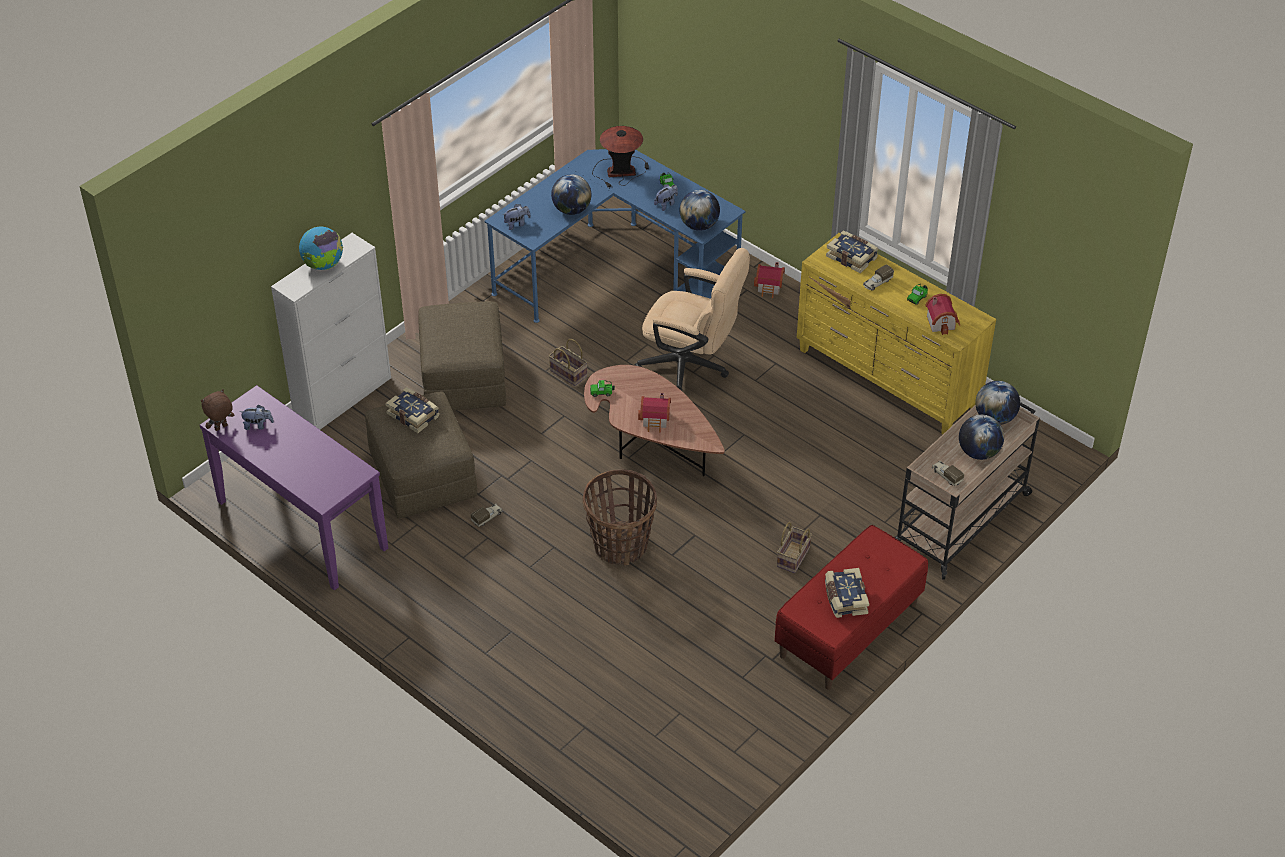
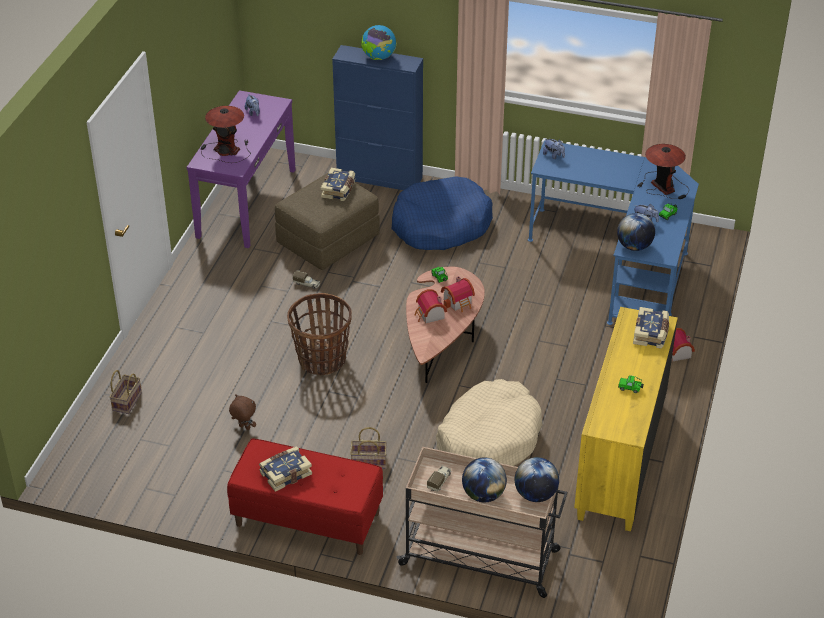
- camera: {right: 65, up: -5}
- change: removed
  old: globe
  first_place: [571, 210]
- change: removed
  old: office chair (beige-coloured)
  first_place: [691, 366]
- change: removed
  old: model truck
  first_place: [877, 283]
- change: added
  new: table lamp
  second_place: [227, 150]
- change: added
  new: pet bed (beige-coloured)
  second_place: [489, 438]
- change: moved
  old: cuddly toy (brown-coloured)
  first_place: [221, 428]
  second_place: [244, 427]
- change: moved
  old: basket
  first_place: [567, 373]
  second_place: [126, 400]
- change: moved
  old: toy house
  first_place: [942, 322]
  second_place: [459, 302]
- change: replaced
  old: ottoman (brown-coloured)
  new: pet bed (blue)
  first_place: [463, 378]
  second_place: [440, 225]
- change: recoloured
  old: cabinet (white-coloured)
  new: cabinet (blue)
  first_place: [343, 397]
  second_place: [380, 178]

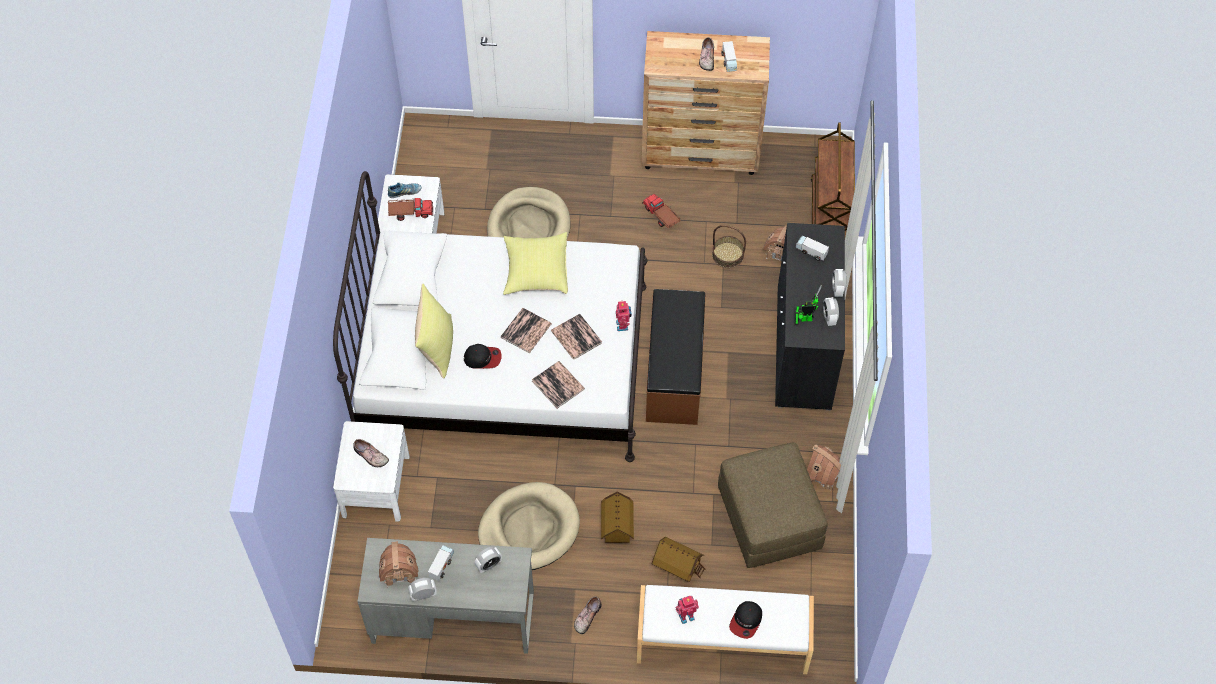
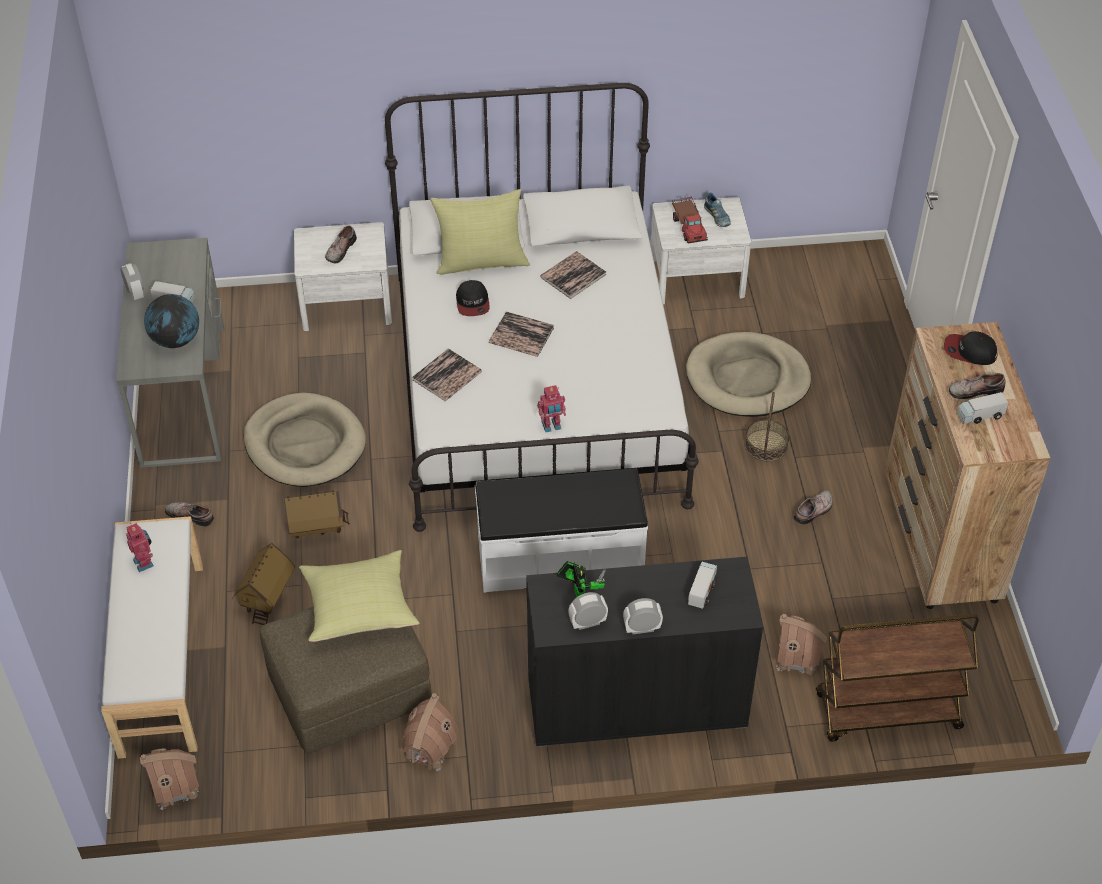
- camera: {right: 80, up: -10}
- change: moved
  old: toy house
  first_place: [399, 571]
  second_place: [175, 787]
- change: moved
  old: cushion (yellowish)
  first_place: [536, 271]
  second_place: [360, 608]
- change: moved
  old: book
  first_place: [576, 337]
  second_place: [573, 276]
- change: moved
  old: basket
  first_place: [727, 255]
  second_place: [766, 445]
- change: moved
  old: baseball cap
  first_place: [746, 621]
  second_place: [969, 351]
- change: replaced
  old: alarm clock
  new: globe
  first_place: [489, 565]
  second_place: [176, 340]
- change: replaced
  old: model truck
  new: low shoe
  first_place: [661, 215]
  second_place: [814, 511]
- change: recoloured
  old: bench (brown-coloured)
  new: bench (white-coloured)
  first_place: [673, 373]
  second_place: [560, 556]

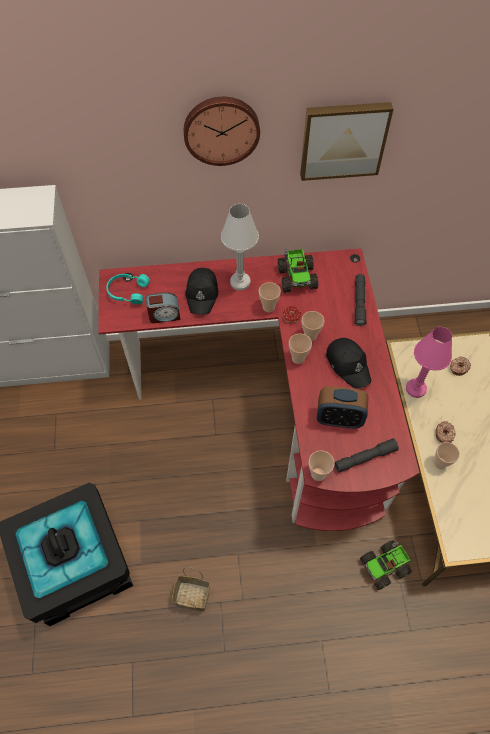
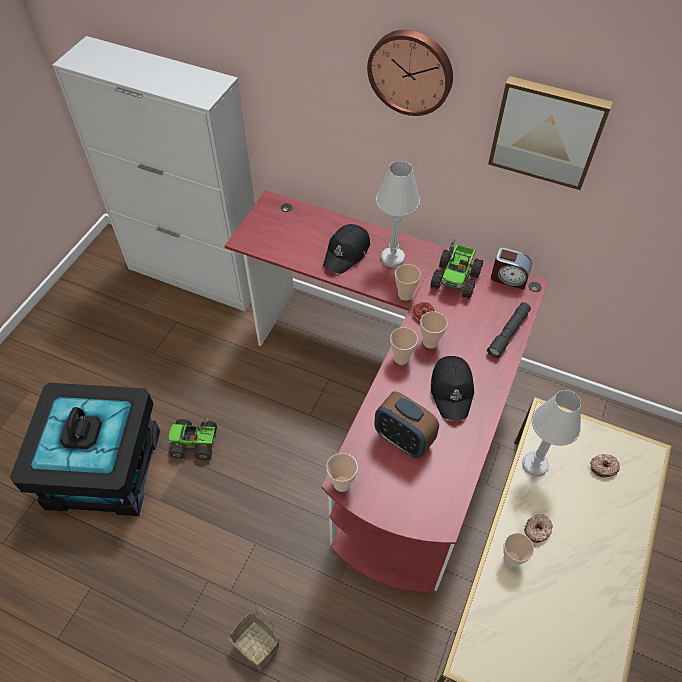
- camera: {right: 30, up: -5}
- change: removed
  old: pair of headphones (blue-green)
  first_place: [128, 291]
- change: removed
  old: torch (gray)
  first_place: [365, 458]
- change: moved
  old: alarm clock
  first_place: [164, 315]
  second_place: [508, 278]
- change: moved
  old: basket
  first_place: [191, 597]
  second_place: [255, 644]
- change: moved
  old: model truck
  first_place: [385, 566]
  second_place: [195, 443]
- change: recoloured
  old: table lamp (pinkish)
  new: table lamp (white-coloured)
  first_place: [415, 389]
  second_place: [535, 464]

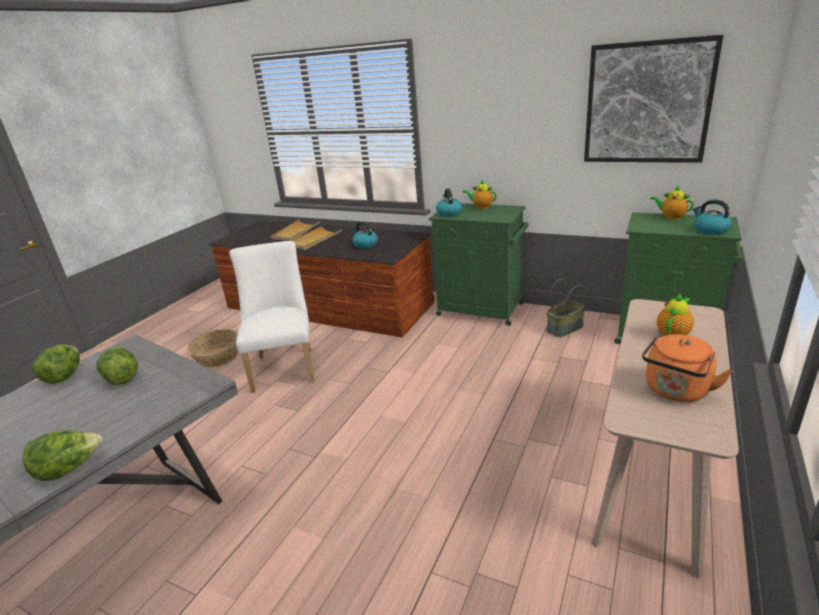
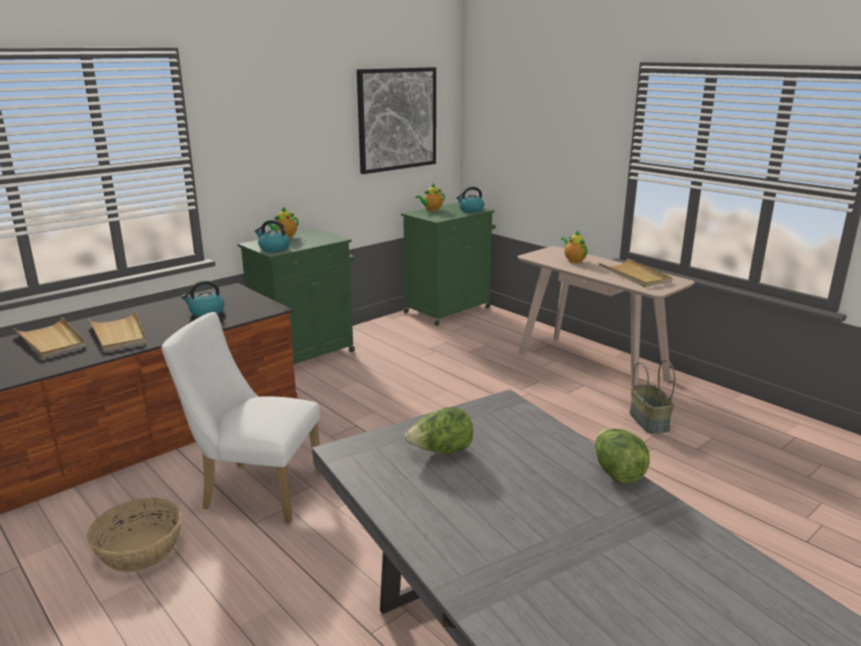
- camera: {right: -70, up: -5}
- change: removed
  old: head of lettuce
  first_place: [64, 376]
- change: moved
  old: basket
  first_place: [565, 329]
  second_place: [649, 421]
- change: replaced
  old: water kettle (orangey)
  new: tray (beige-coloured)
  first_place: [676, 391]
  second_place: [635, 275]

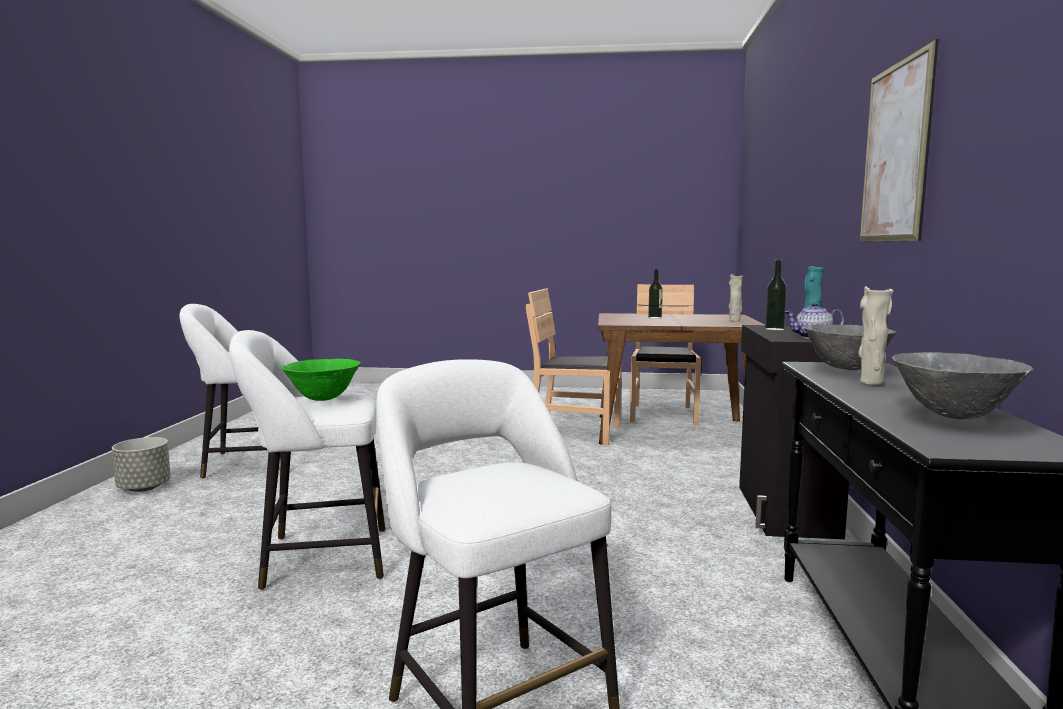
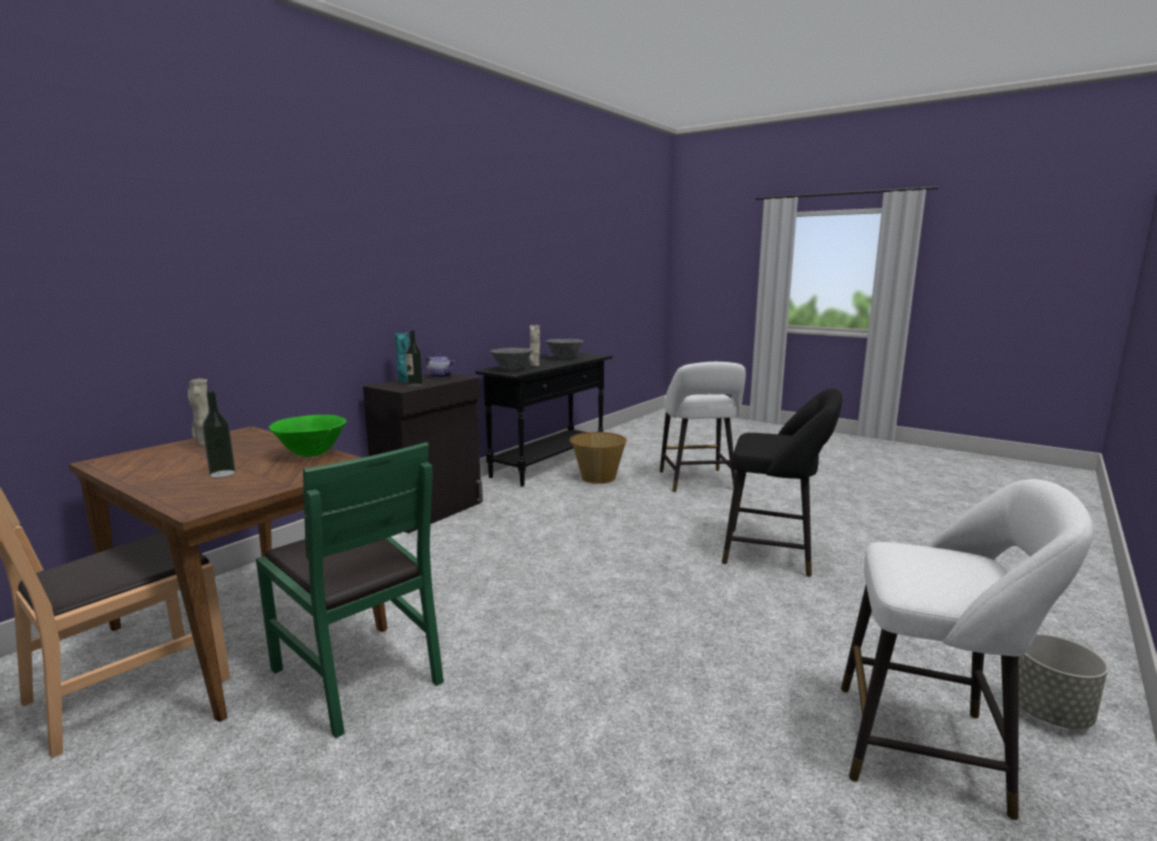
- camera: {right: -150, up: 5}
- change: removed
  old: wall art
  first_place: [895, 152]
- change: added
  new: basket
  second_place: [597, 477]
- change: moved
  old: bowl (greenish)
  first_place: [323, 399]
  second_place: [312, 454]
- change: recoloured
  old: stool seat (white-coloured)
  new: stool seat (black-coloured)
  first_place: [317, 558]
  second_place: [775, 553]
- change: recoloured
  old: chair (brown-coloured)
  new: chair (greenish)
  first_place: [575, 432]
  second_place: [358, 674]

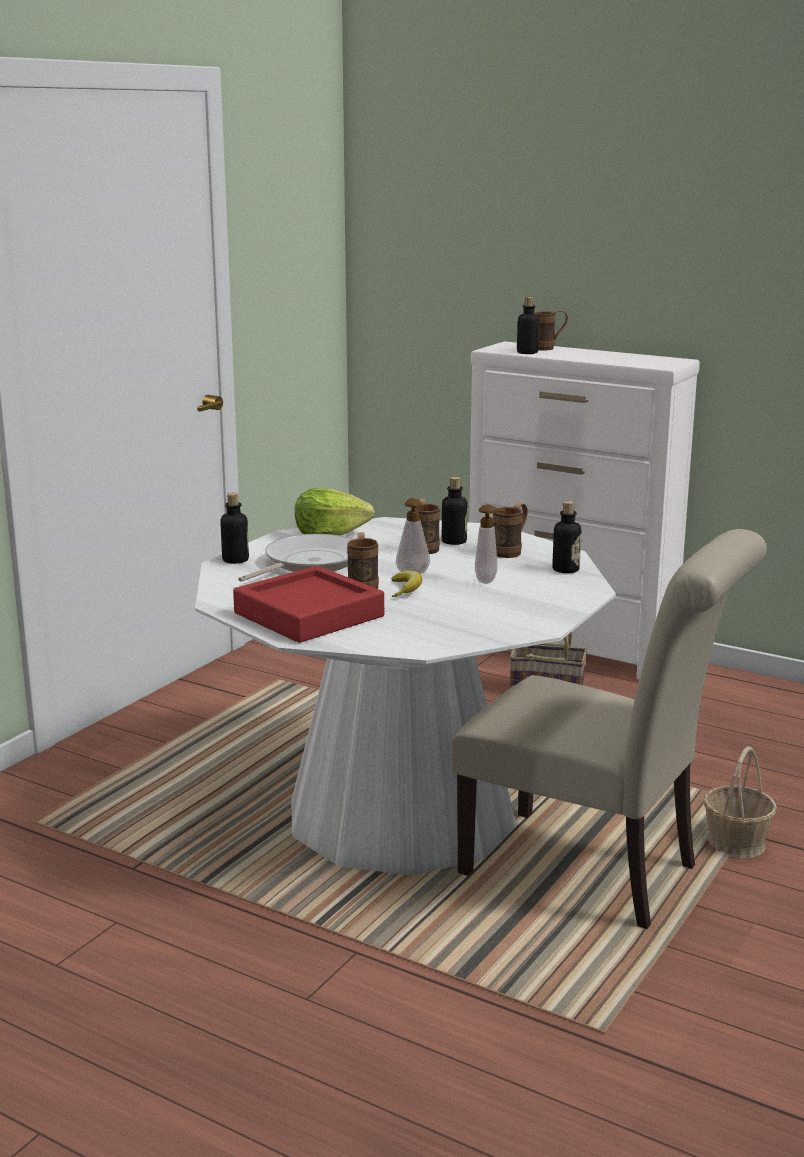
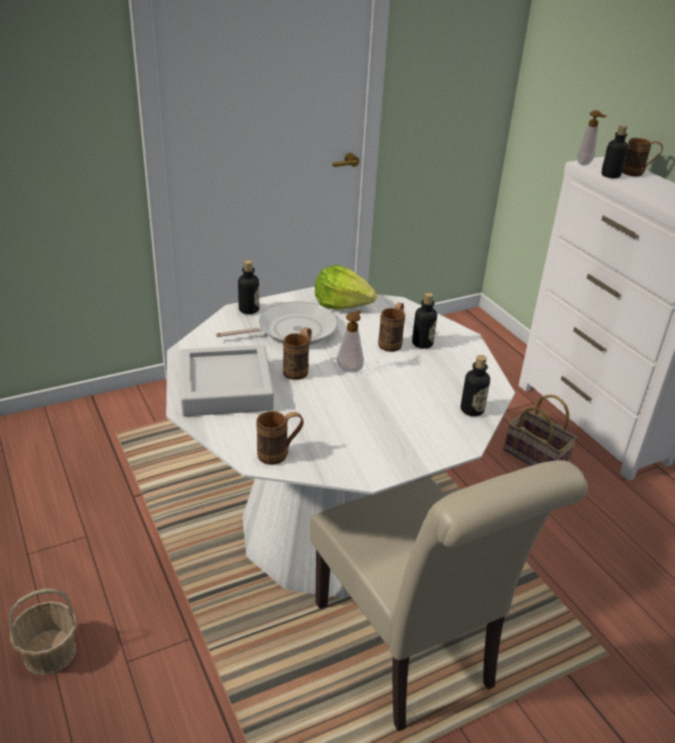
- camera: {right: 30, up: 15}
- change: removed
  old: whole banana
  first_place: [406, 589]
- change: moved
  old: soap bottle
  first_place: [488, 581]
  second_place: [585, 164]
- change: moved
  old: mug (brown-coloured)
  first_place: [511, 551]
  second_place: [279, 454]
- change: moved
  old: basket
  first_place: [735, 843]
  second_place: [49, 652]
- change: recoloured
  old: tray (reddish)
  new: tray (gray)
  first_place: [309, 615]
  second_place: [226, 388]

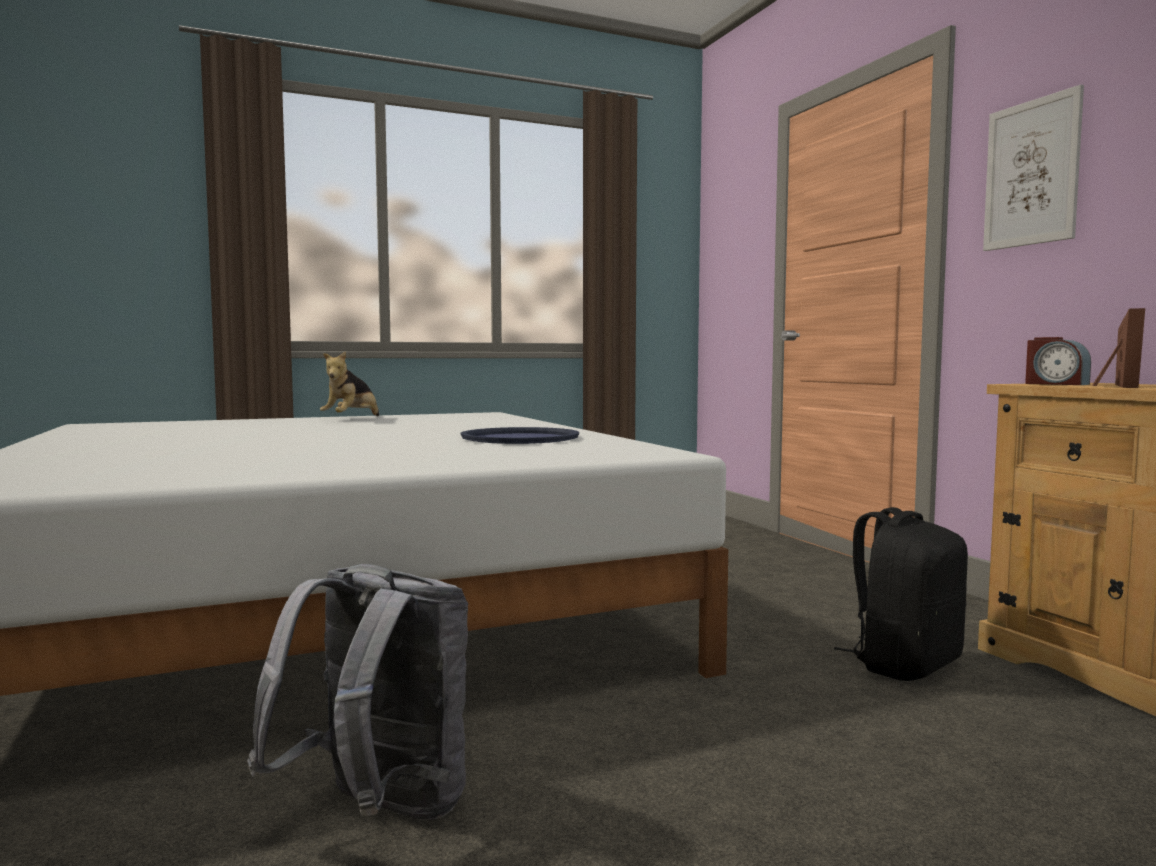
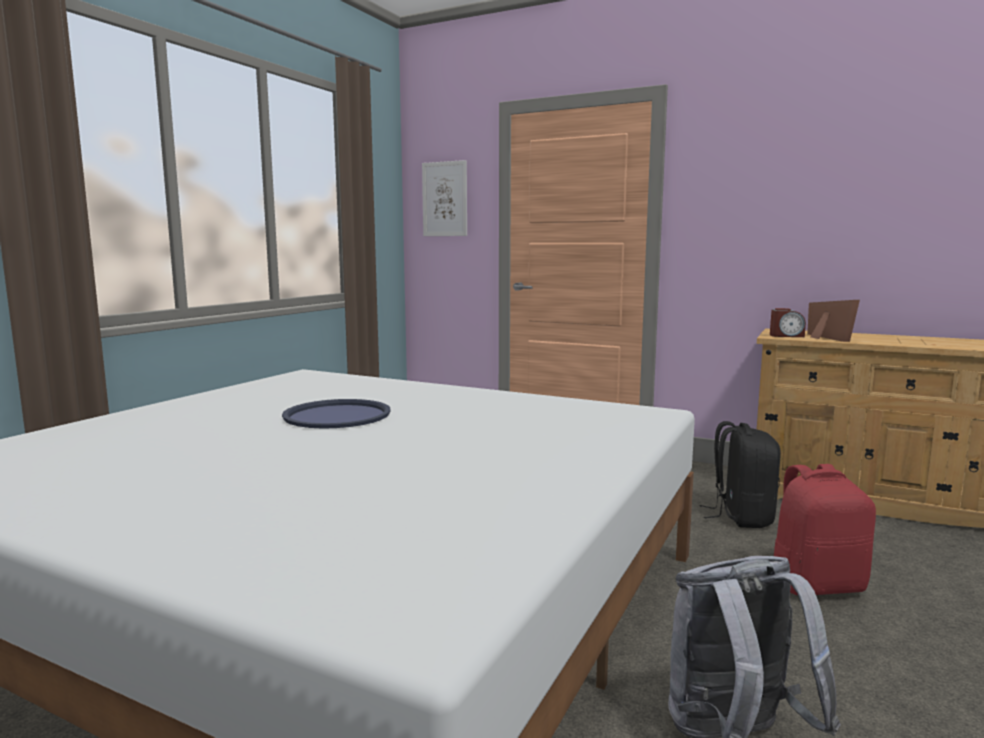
- camera: {right: -40, up: 5}
- change: removed
  old: cuddly toy
  first_place: [351, 419]
- change: added
  new: backpack (reddish)
  second_place: [816, 585]
- change: moved
  old: tray (blue)
  first_place: [520, 438]
  second_place: [337, 415]
- change: moved
  old: wall art
  first_place: [1031, 173]
  second_place: [445, 199]

